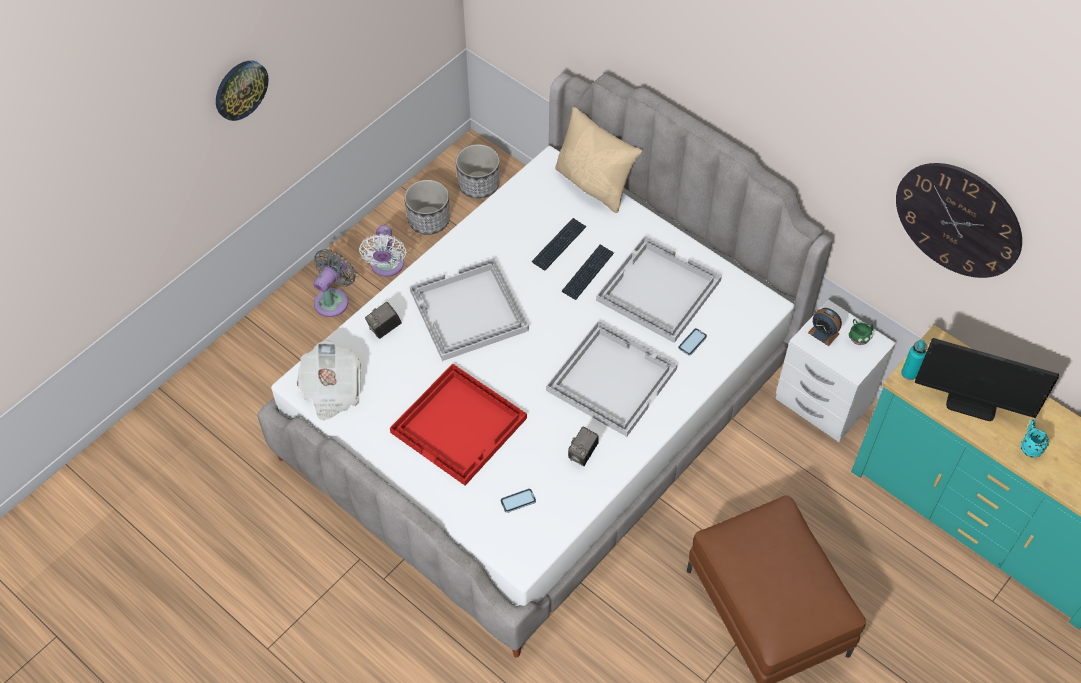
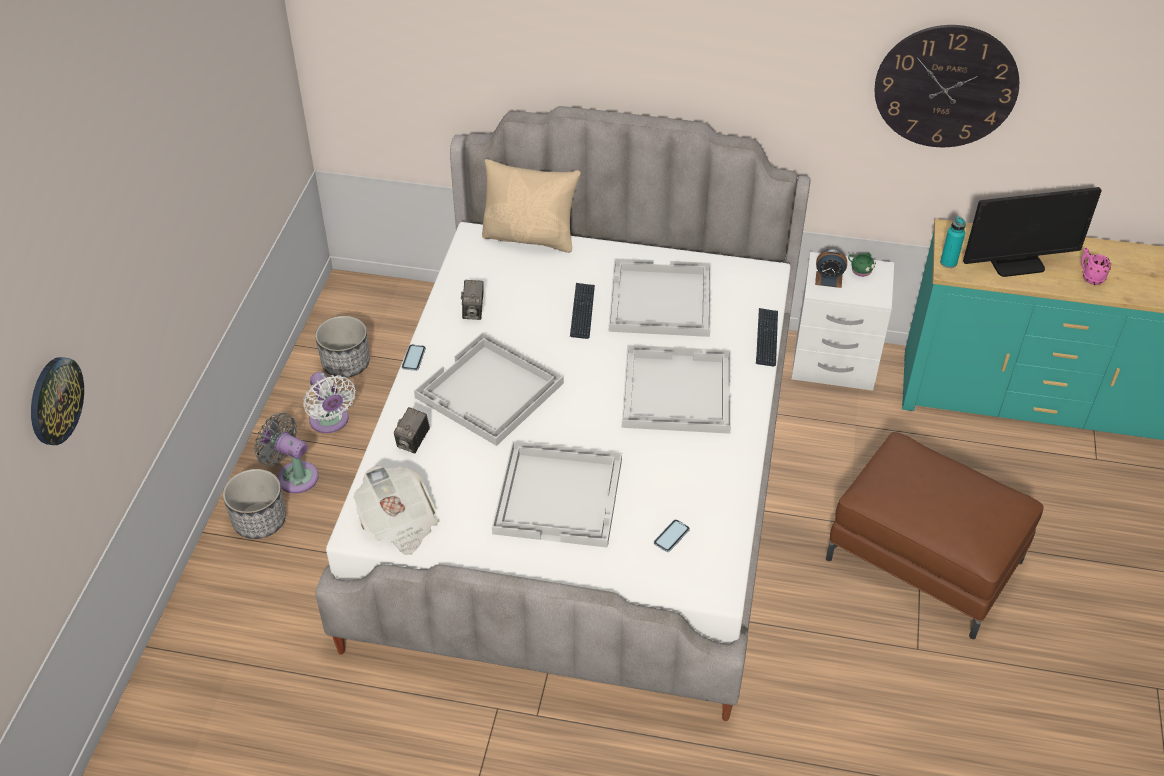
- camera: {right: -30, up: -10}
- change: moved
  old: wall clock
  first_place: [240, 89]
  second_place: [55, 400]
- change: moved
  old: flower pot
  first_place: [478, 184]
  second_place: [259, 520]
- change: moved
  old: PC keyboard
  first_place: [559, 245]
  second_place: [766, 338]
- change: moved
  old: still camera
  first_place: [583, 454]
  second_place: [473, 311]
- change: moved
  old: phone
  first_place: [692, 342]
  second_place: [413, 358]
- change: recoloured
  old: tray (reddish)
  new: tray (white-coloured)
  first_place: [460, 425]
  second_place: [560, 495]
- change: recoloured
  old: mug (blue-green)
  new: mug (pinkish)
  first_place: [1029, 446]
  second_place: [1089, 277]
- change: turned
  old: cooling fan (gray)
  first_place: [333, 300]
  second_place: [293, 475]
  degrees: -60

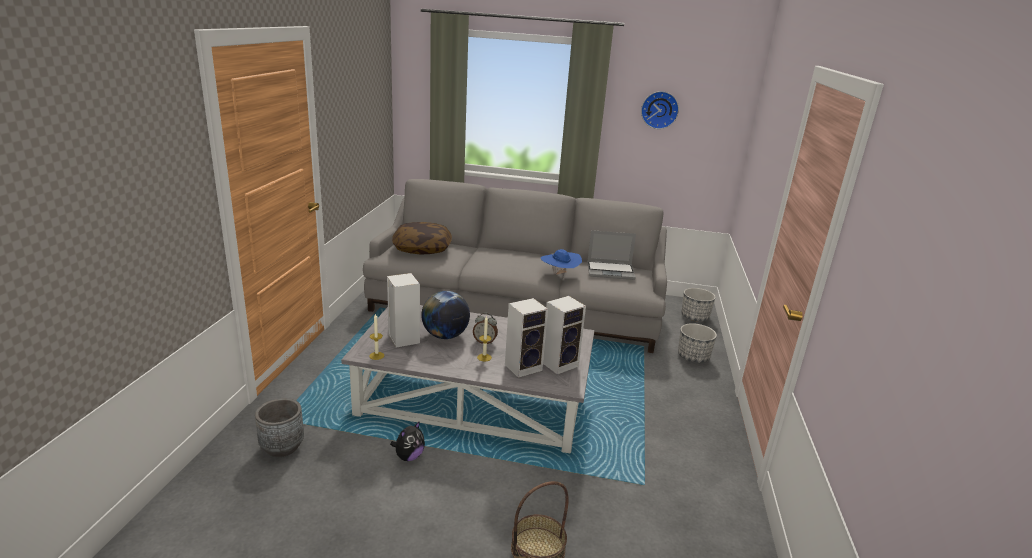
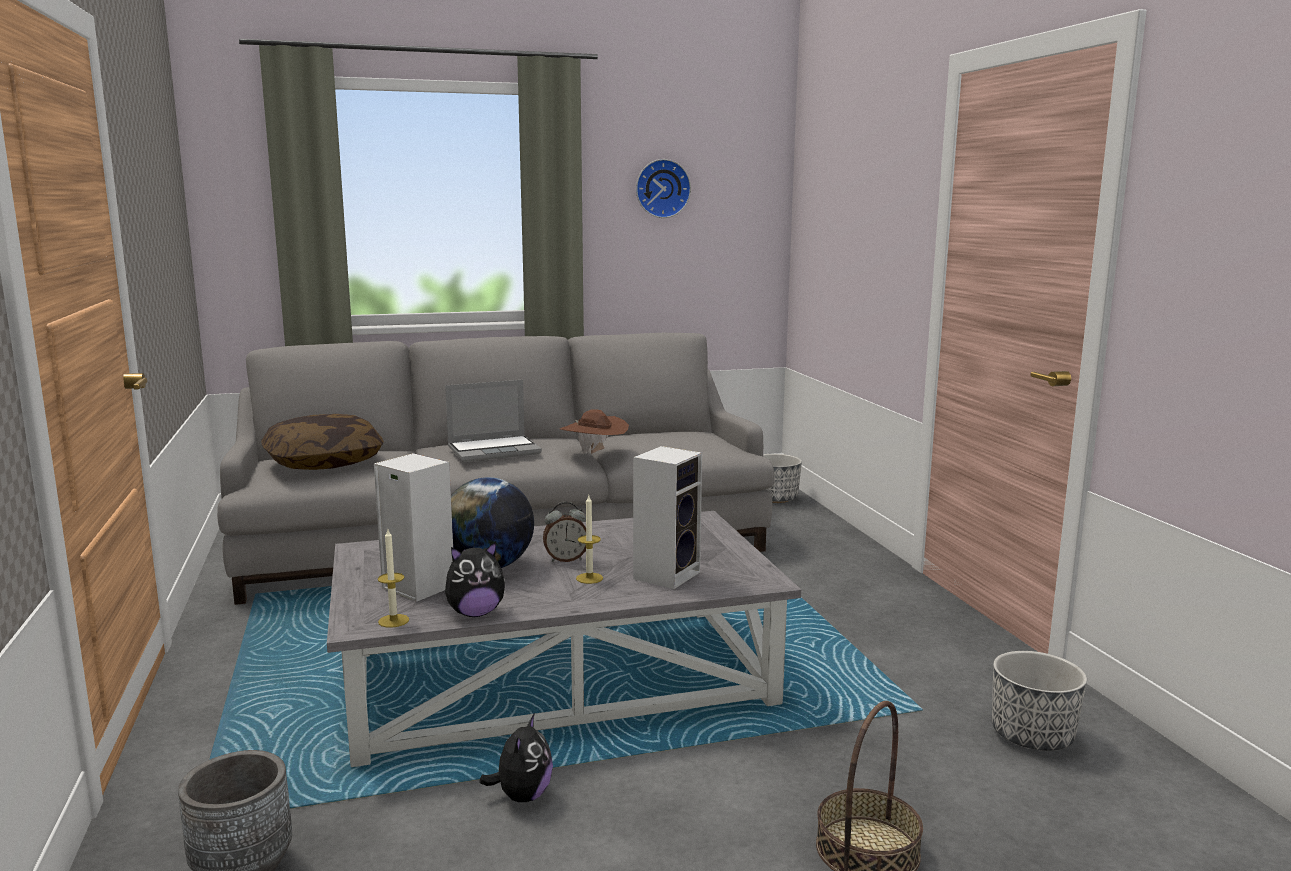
- camera: {right: -25, up: -10}
- change: removed
  old: audio speaker
  first_place: [560, 363]
- change: added
  new: cuddly toy
  second_place: [475, 613]
- change: moved
  old: portable computer
  first_place: [611, 271]
  second_place: [495, 450]
- change: moved
  old: flower pot
  first_place: [693, 357]
  second_place: [1032, 736]
- change: recoloured
  old: clothing hat (blue)
  new: clothing hat (brown-coloured)
  first_place: [559, 275]
  second_place: [595, 454]

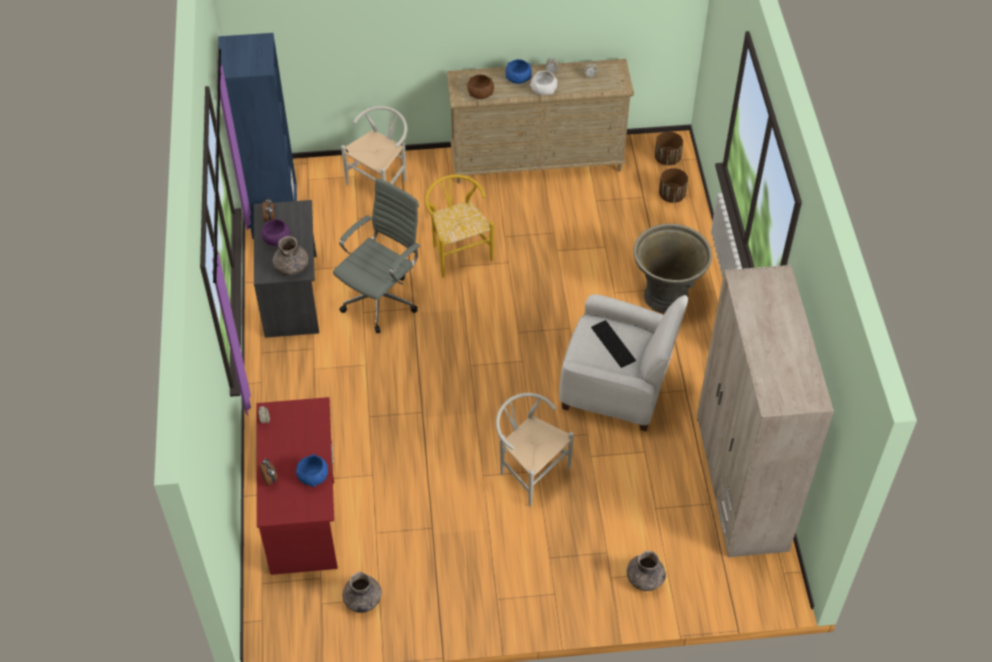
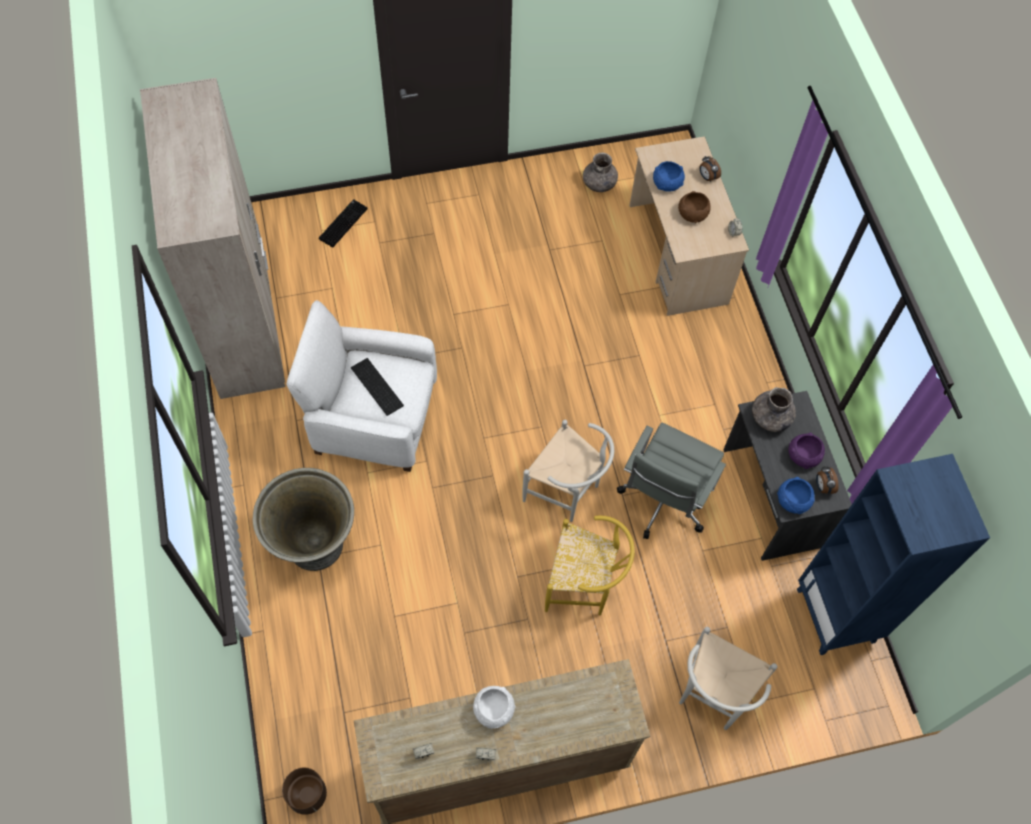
- camera: {right: 170, up: 10}
- change: removed
  old: flower pot (brown-coloured)
  first_place: [672, 195]
- change: moved
  old: bowl (brown-coloured)
  first_place: [480, 93]
  second_place: [692, 214]
- change: moved
  old: chair (white-coloured)
  first_place: [529, 471]
  second_place: [567, 492]
- change: moved
  old: bowl (blue)
  first_place: [518, 78]
  second_place: [793, 500]
- change: replaced
  old: vase (gray)
  new: PC keyboard
  first_place: [644, 579]
  second_place: [343, 223]
- change: recoloured
  old: desk table (reddish)
  new: desk table (beige-coloured)
  first_place: [303, 510]
  second_place: [677, 254]
- change: turned
  old: chair (yellowish)
  first_place: [458, 251]
  second_place: [584, 586]
  degrees: -45

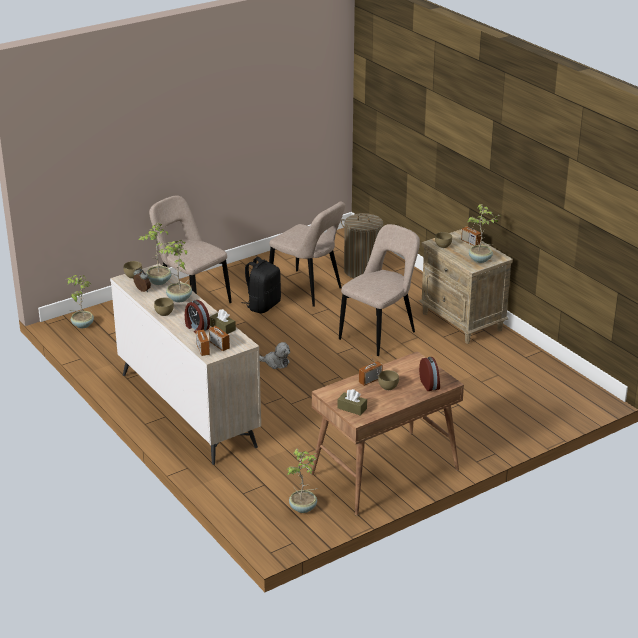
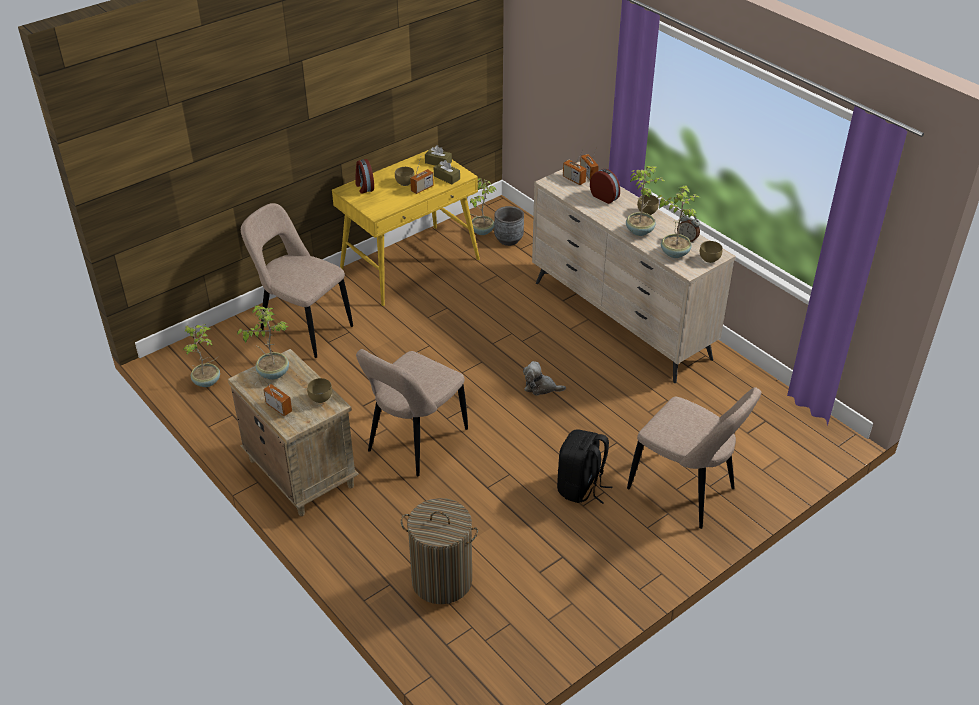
- camera: {right: 175, up: 10}
- change: added
  new: flower pot (gray)
  second_place: [508, 239]
- change: moved
  old: houseplant
  first_place: [82, 325]
  second_place: [207, 381]
- change: moved
  old: tissue holder (brown-coloured)
  first_place: [222, 328]
  second_place: [447, 177]
- change: moved
  old: chair (beige-coloured)
  first_place: [307, 289]
  second_place: [303, 328]
- change: recoloured
  old: desk table (brown-coloured)
  new: desk table (yellowish)
  first_place: [384, 473]
  second_place: [410, 264]

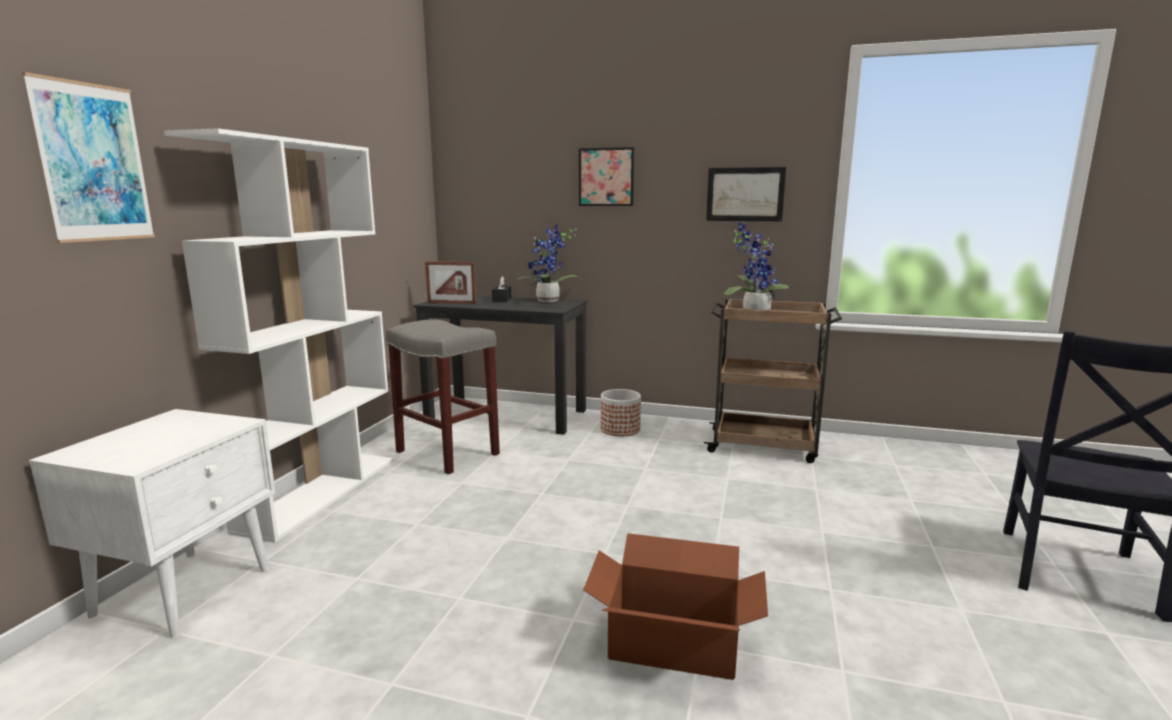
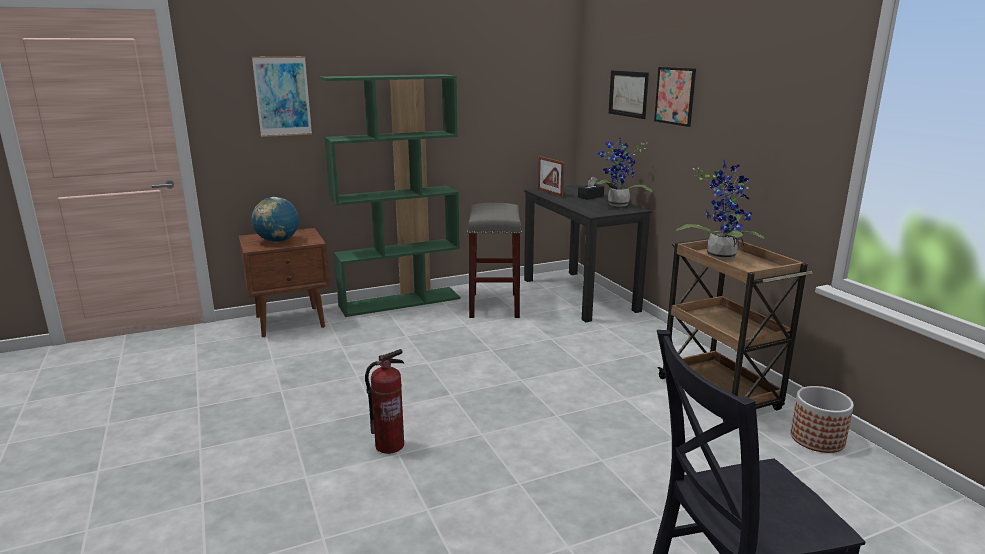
- camera: {right: 50, up: 5}
- change: added
  new: globe
  second_place: [278, 241]
- change: moved
  old: flower pot
  first_place: [620, 429]
  second_place: [817, 439]
- change: moved
  old: wall art
  first_place: [745, 194]
  second_place: [628, 93]
- change: replaced
  old: packing box
  new: fire-fighting cylinder
  first_place: [672, 641]
  second_place: [389, 445]
- change: recoloured
  old: night table (white-coloured)
  new: night table (brown-coloured)
  first_place: [187, 590]
  second_place: [291, 321]
- change: recoloured
  old: bookshelf (white-coloured)
  new: bookshelf (greenish)
  first_place: [320, 492]
  second_place: [400, 301]

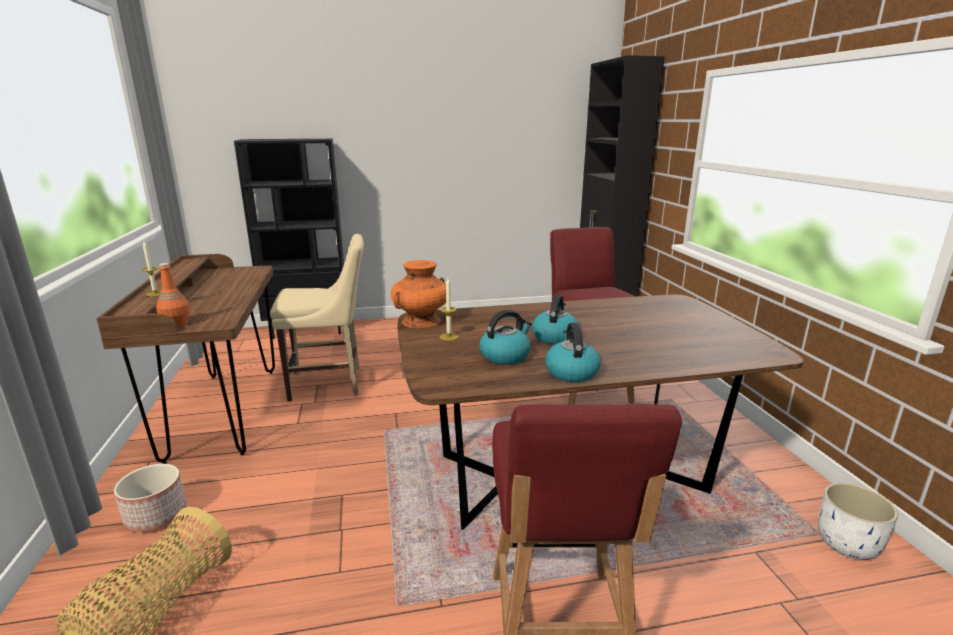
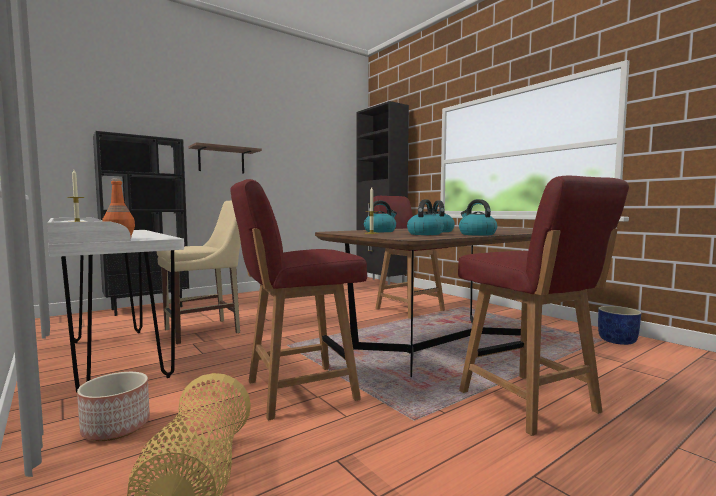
- camera: {right: -25, up: -15}
- change: removed
  old: vase (orangey)
  first_place: [421, 321]
- change: added
  new: wall shelf
  second_place: [221, 160]
- change: added
  new: chair (reddish)
  second_place: [298, 390]
- change: added
  new: water kettle
  second_place: [380, 231]
- change: recoloured
  old: desk table (brown-coloured)
  new: desk table (white-coloured)
  first_place: [224, 411]
  second_place: [115, 358]
- change: recoloured
  old: flower pot (white-coloured)
  new: flower pot (blue)
  first_place: [848, 544]
  second_place: [618, 341]

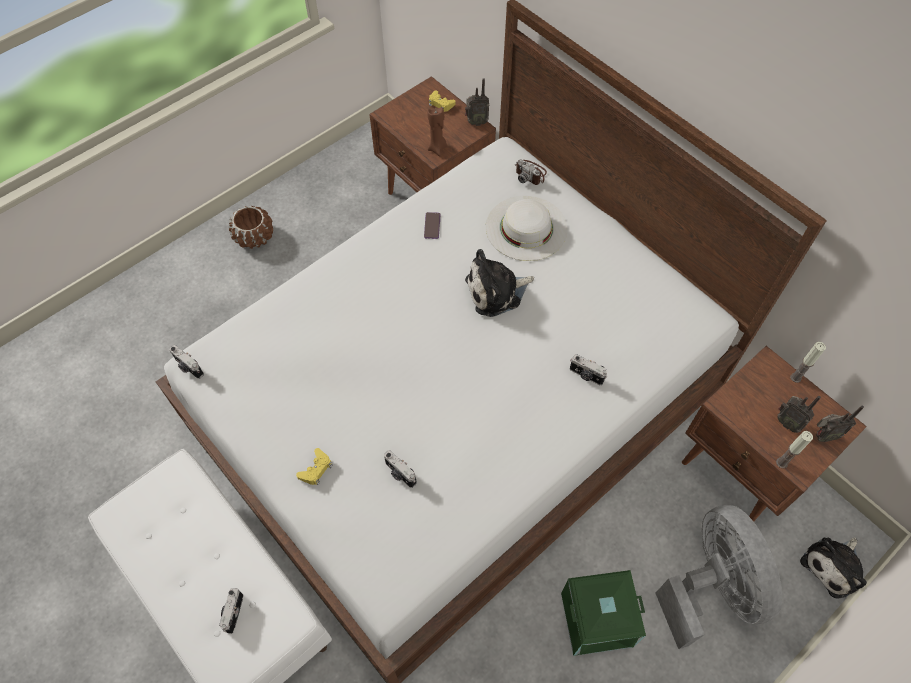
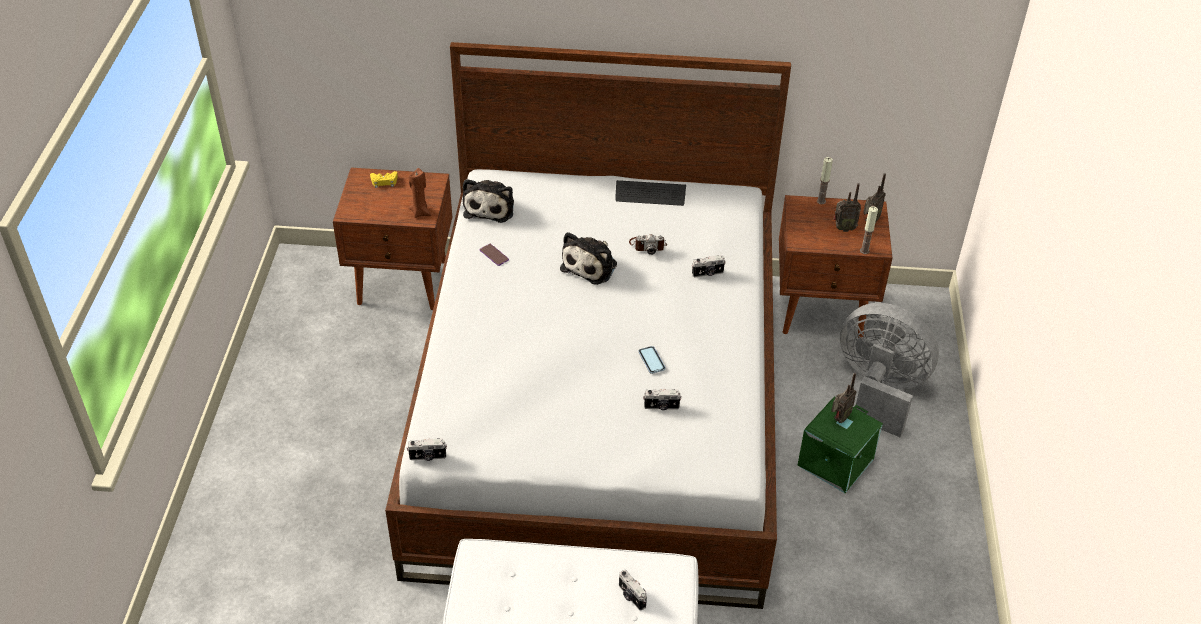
- camera: {right: -45, up: -15}
- change: removed
  old: flower pot (brown-coloured)
  first_place: [254, 237]
- change: removed
  old: game controller (yellowish)
  first_place: [316, 469]
- change: removed
  old: clothing hat (white-coloured)
  first_place: [526, 227]
- change: added
  new: PC keyboard
  second_place: [650, 194]
- change: added
  new: phone
  second_place: [651, 360]
- change: moved
  old: radio receiver
  first_place: [476, 122]
  second_place: [839, 418]
- change: moved
  old: still camera
  first_place: [530, 174]
  second_place: [647, 245]
- change: moved
  old: cuddly toy
  first_place: [833, 566]
  second_place: [490, 207]

